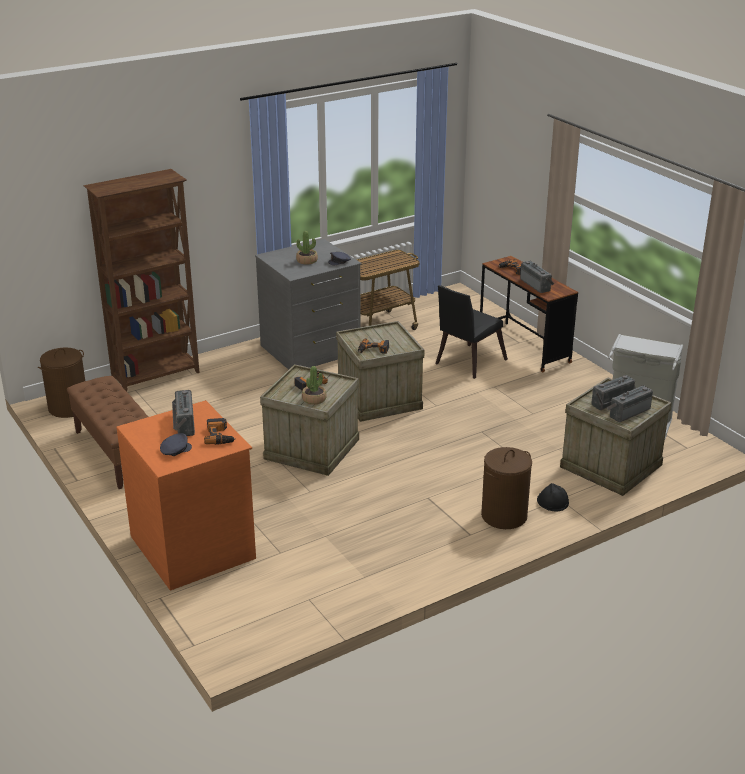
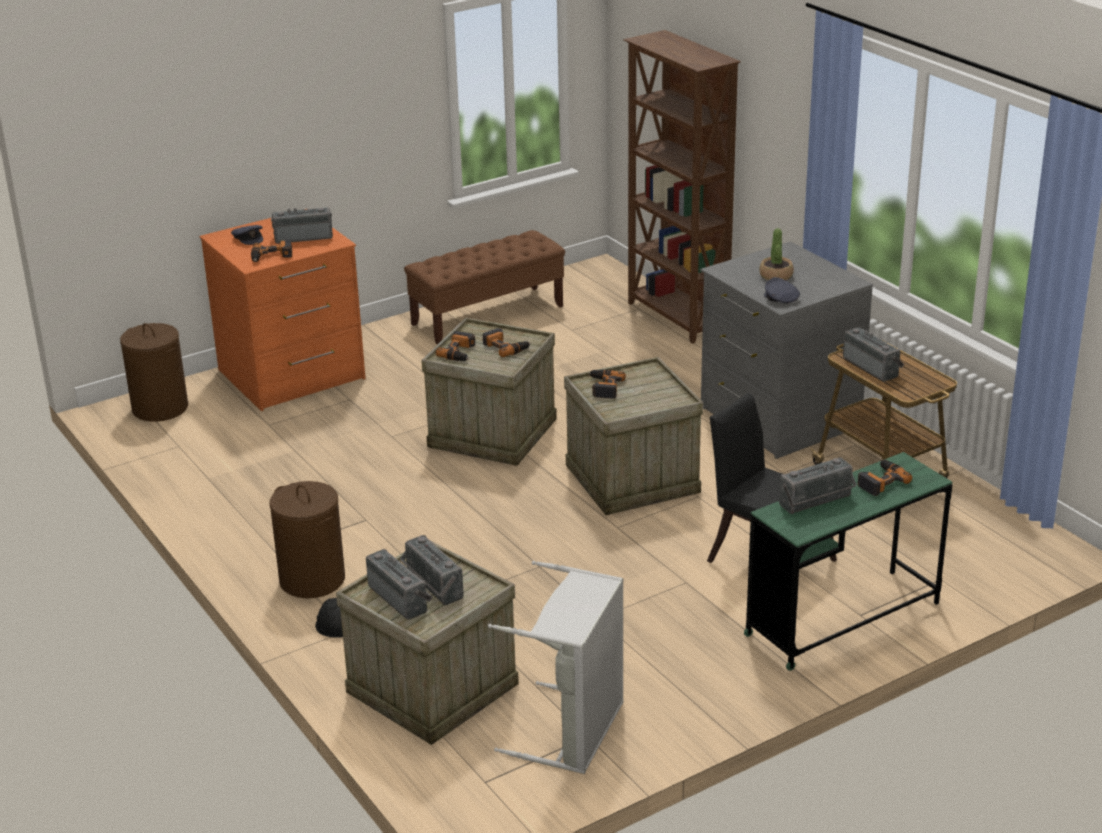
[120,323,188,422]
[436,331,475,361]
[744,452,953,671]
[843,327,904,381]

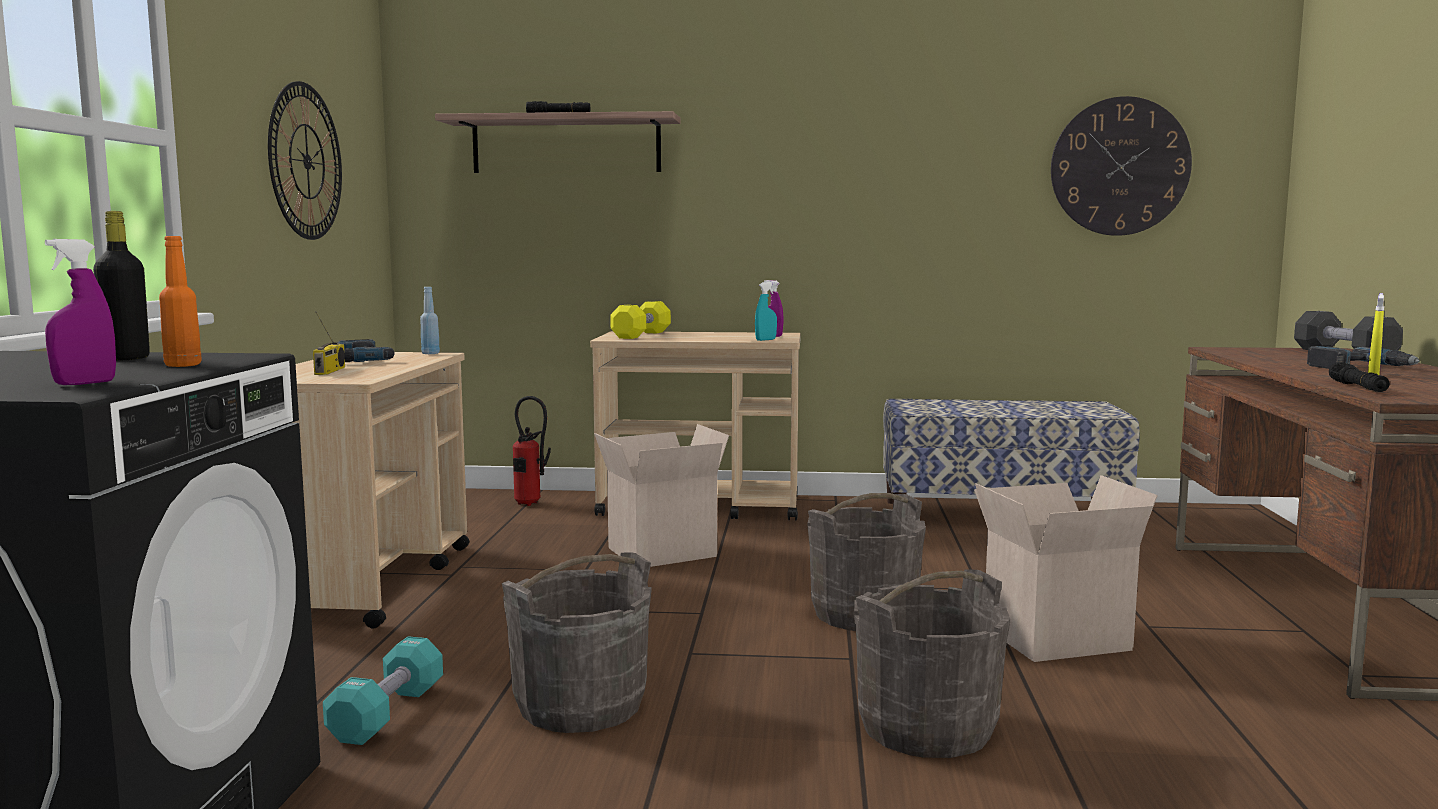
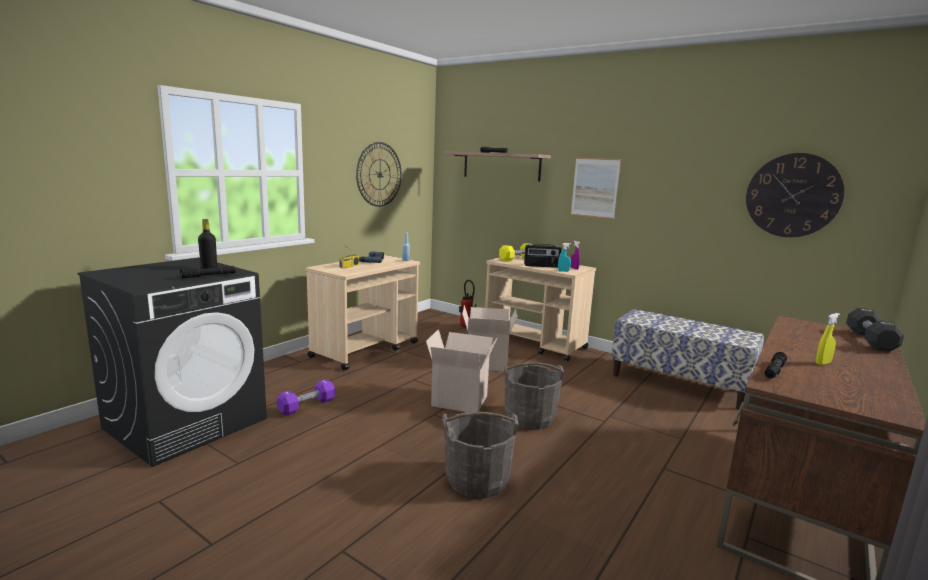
[180,266,235,278]
[277,379,335,416]
[426,329,498,413]
[524,244,561,268]
[571,158,621,219]
[45,239,116,385] (first image)
[502,552,651,733] (first image)
[1307,346,1420,369] (first image)

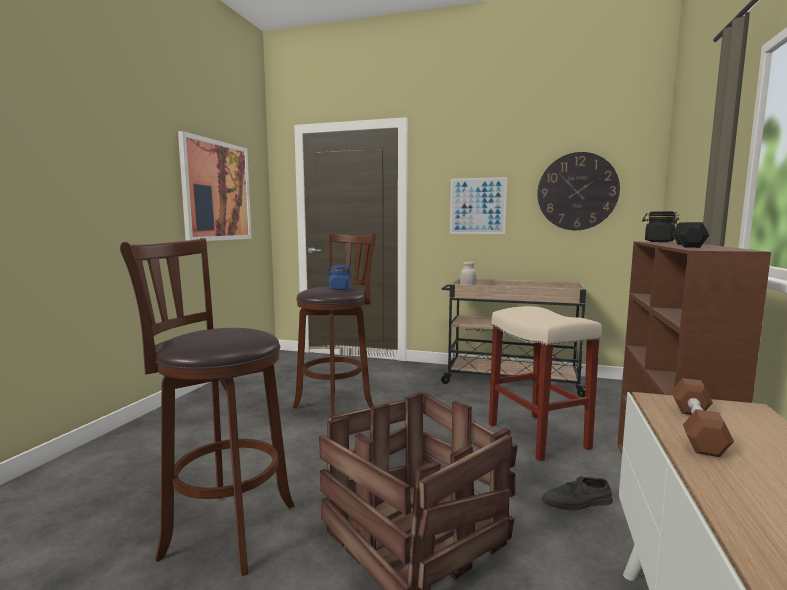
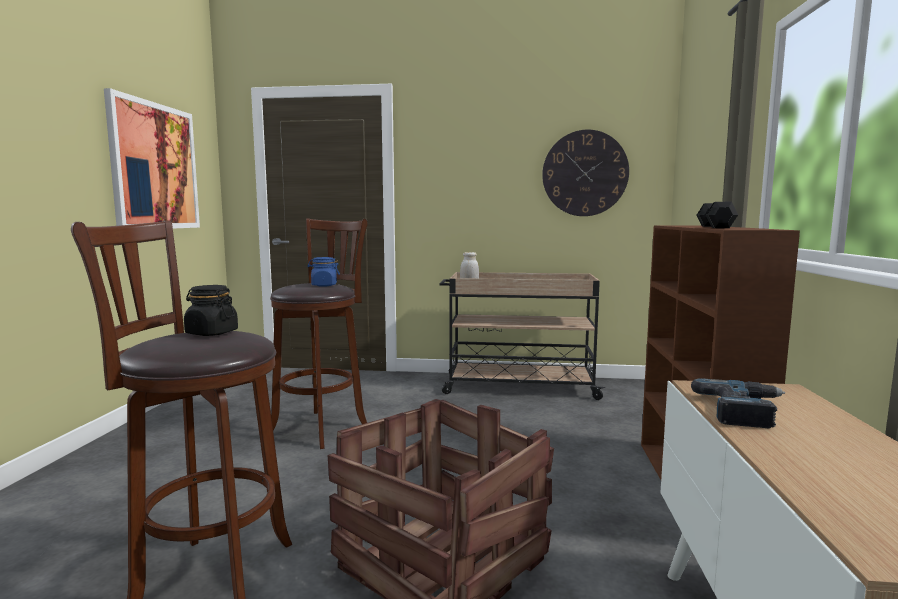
[184,285,238,336]
[691,378,785,428]
[450,177,507,234] (first image)
[489,306,602,461] (first image)
[542,476,613,511] (first image)

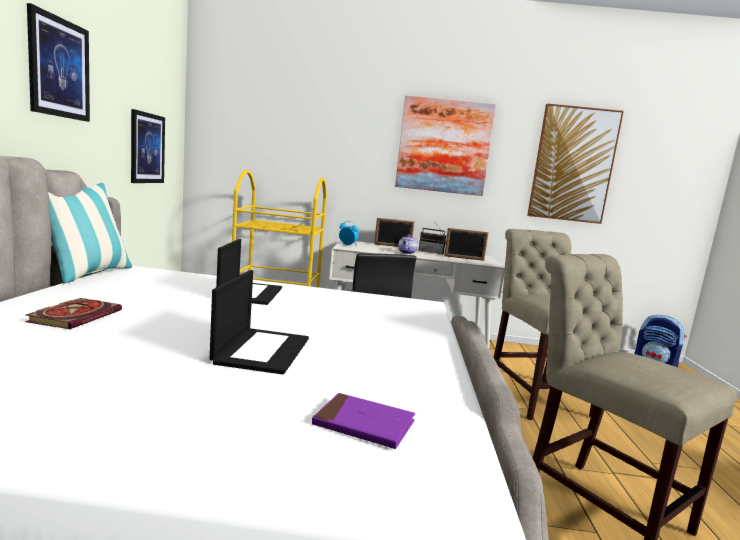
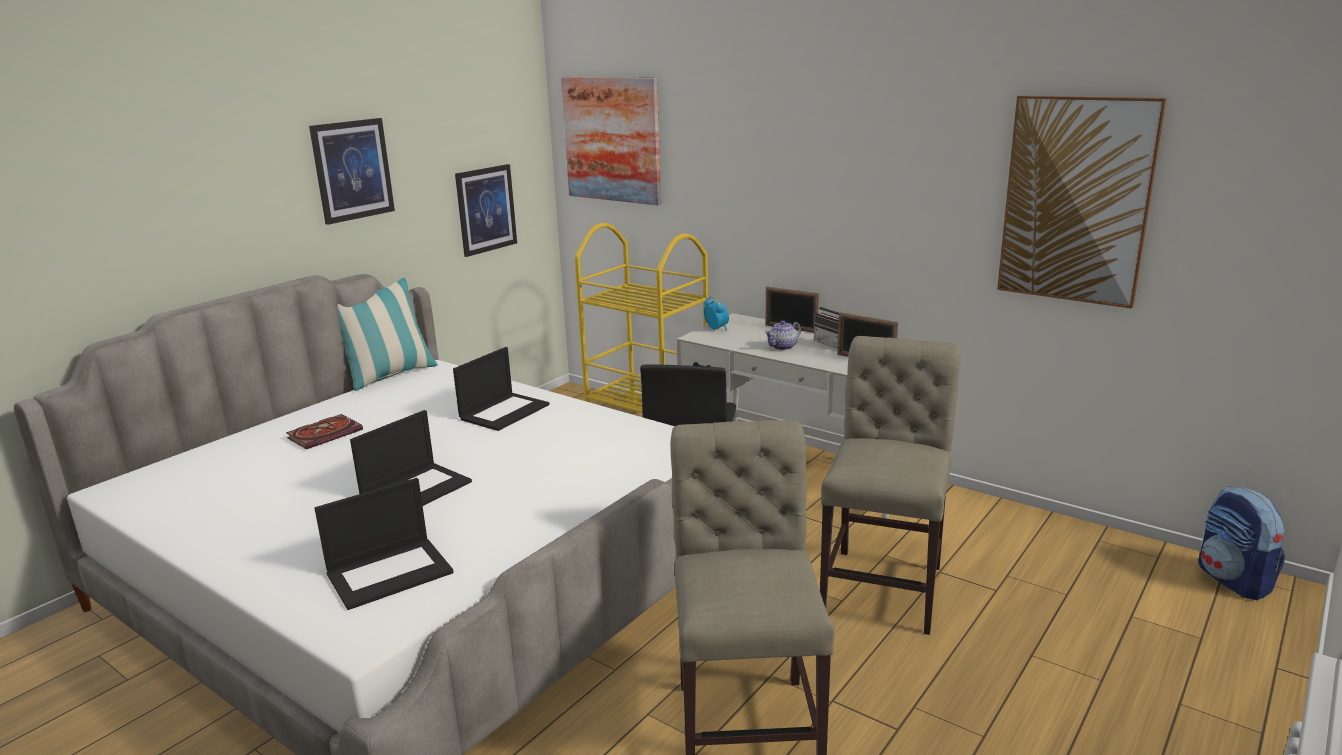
[315,478,454,610]
[561,77,661,205]

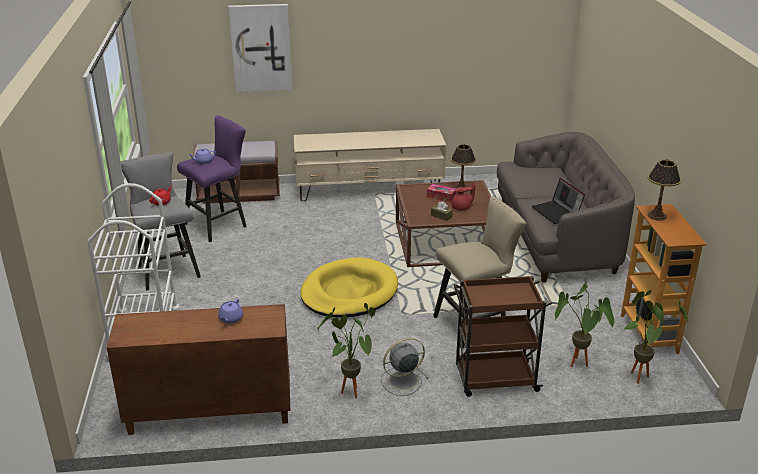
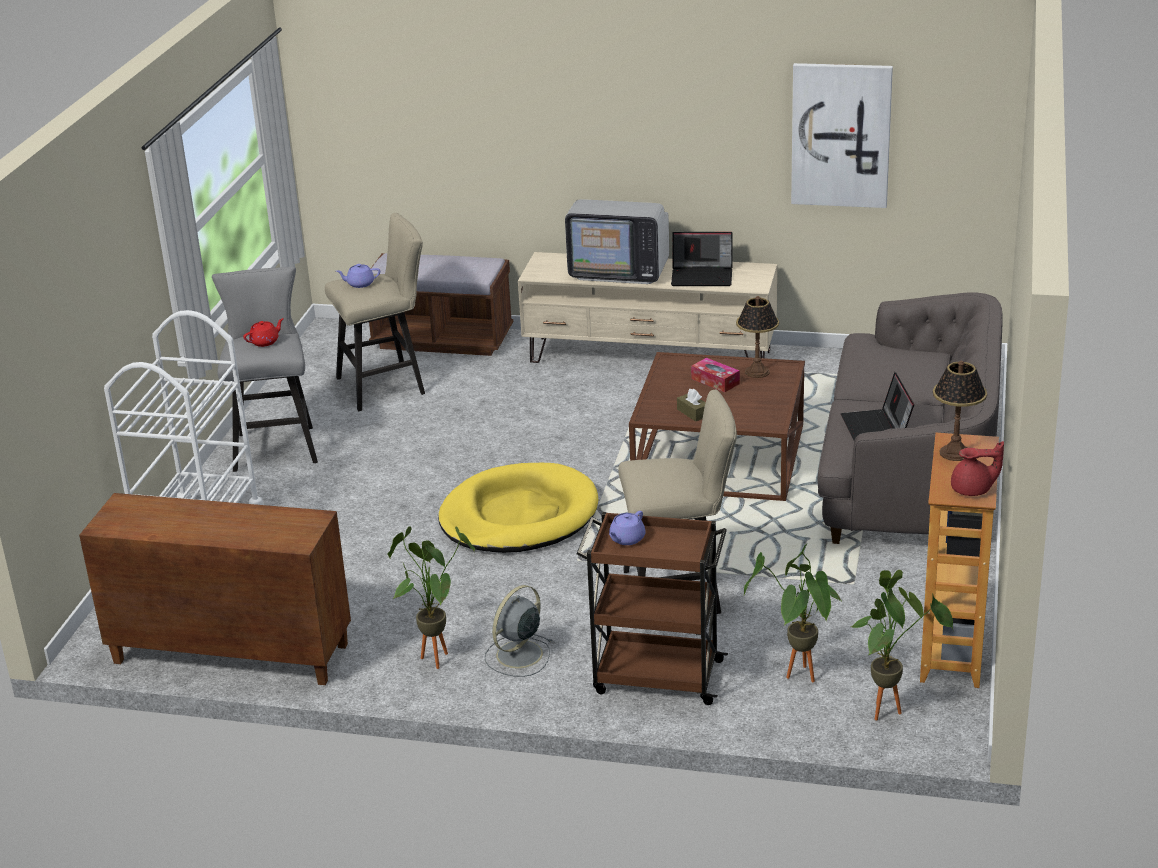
[325,213,425,411]
[485,585,552,677]
[565,199,669,284]
[609,511,645,545]
[671,232,732,286]
[791,63,893,208]
[951,441,1004,496]

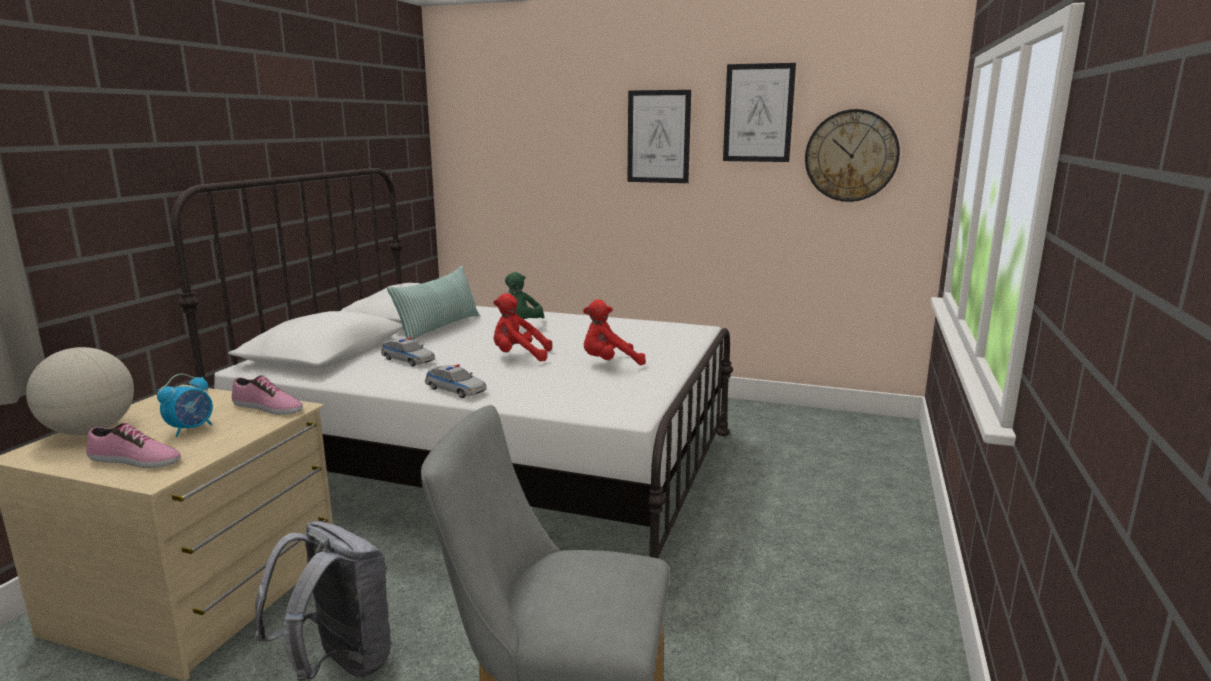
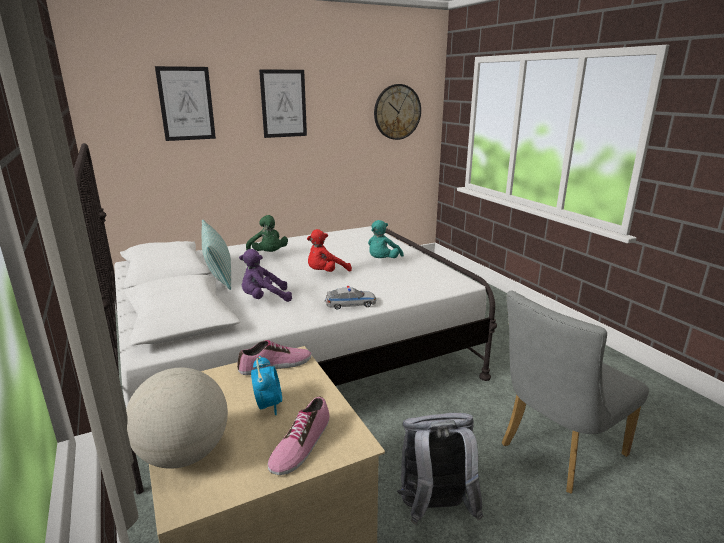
[155,66,216,141]
[239,249,292,302]
[268,396,329,475]
[368,220,404,258]

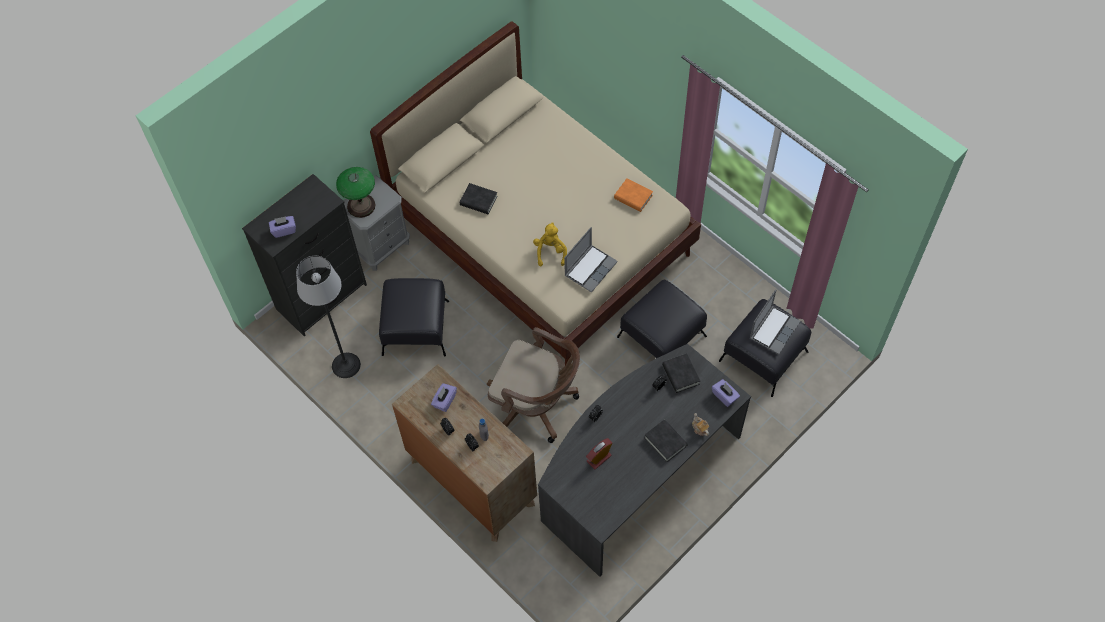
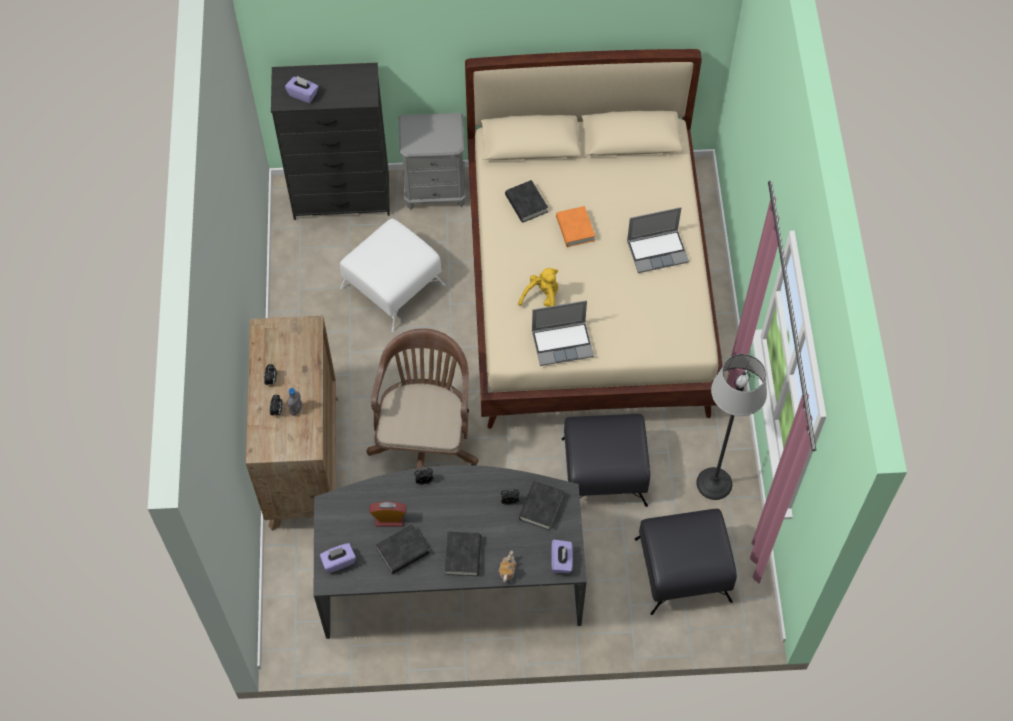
[320,543,356,573]
[340,218,446,332]
[367,328,479,468]
[376,524,429,574]
[556,206,595,247]
[627,207,689,273]
[696,354,767,500]
[336,167,375,218] (first image)

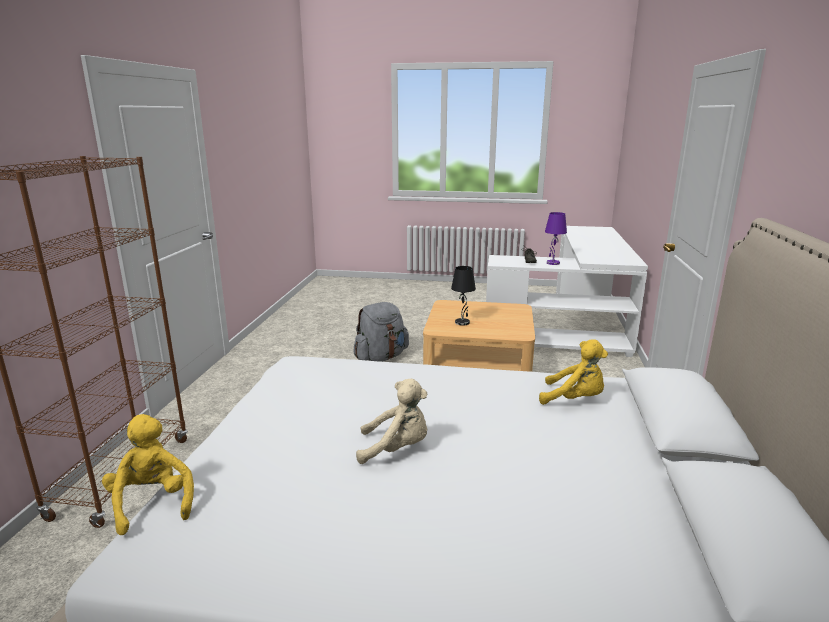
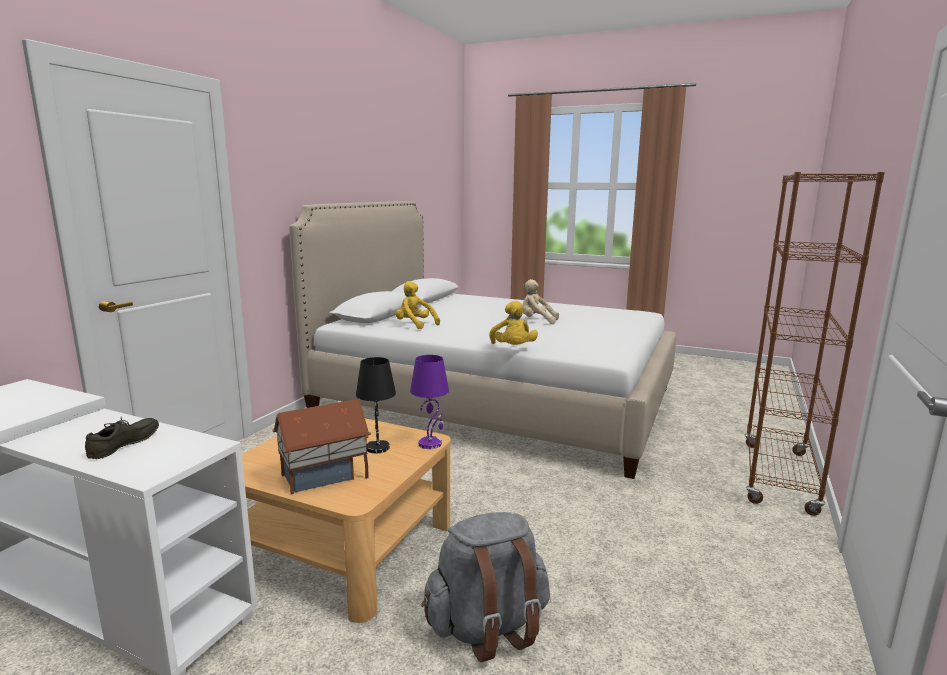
[273,399,371,494]
[410,355,449,449]
[489,301,538,345]

